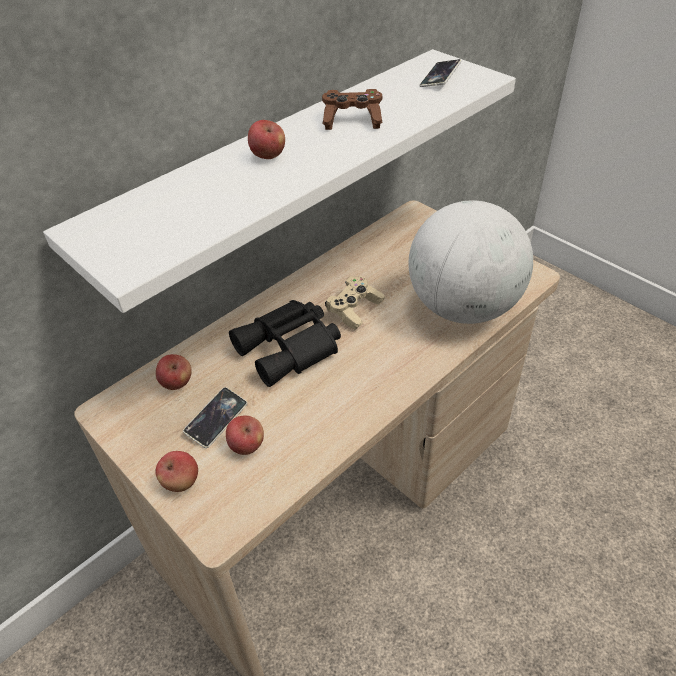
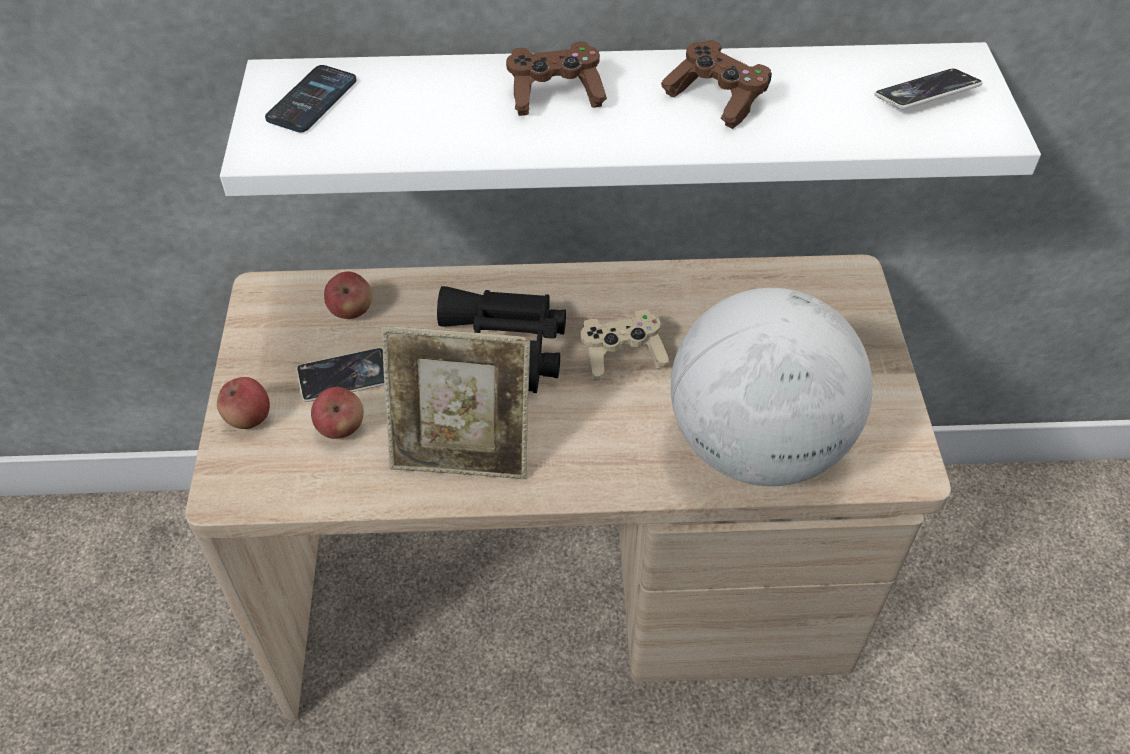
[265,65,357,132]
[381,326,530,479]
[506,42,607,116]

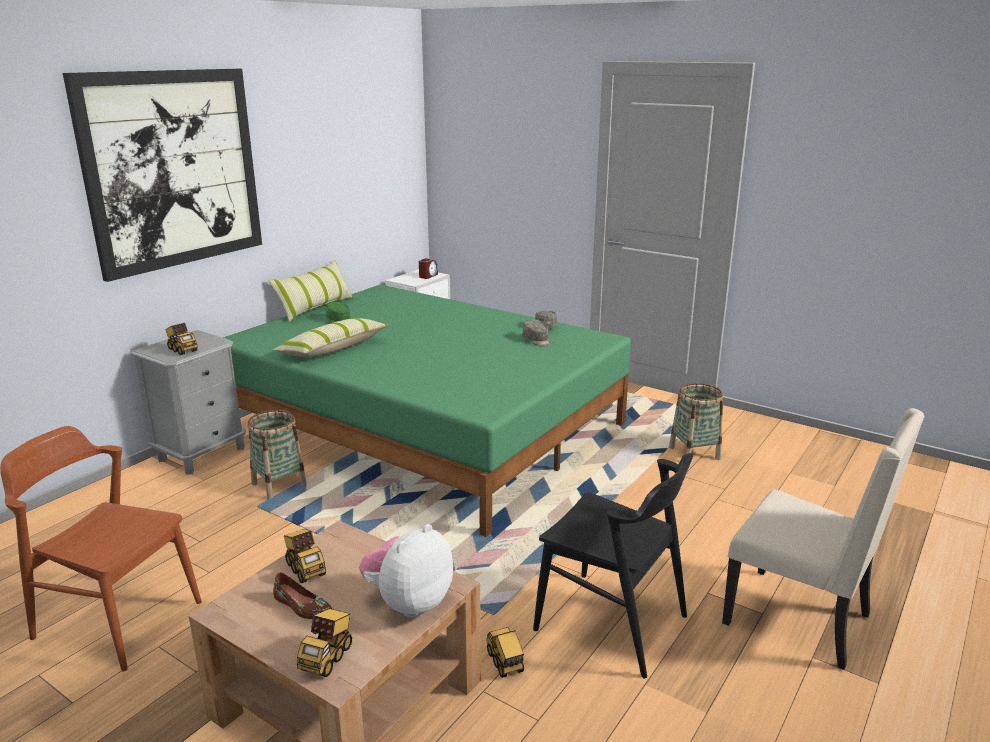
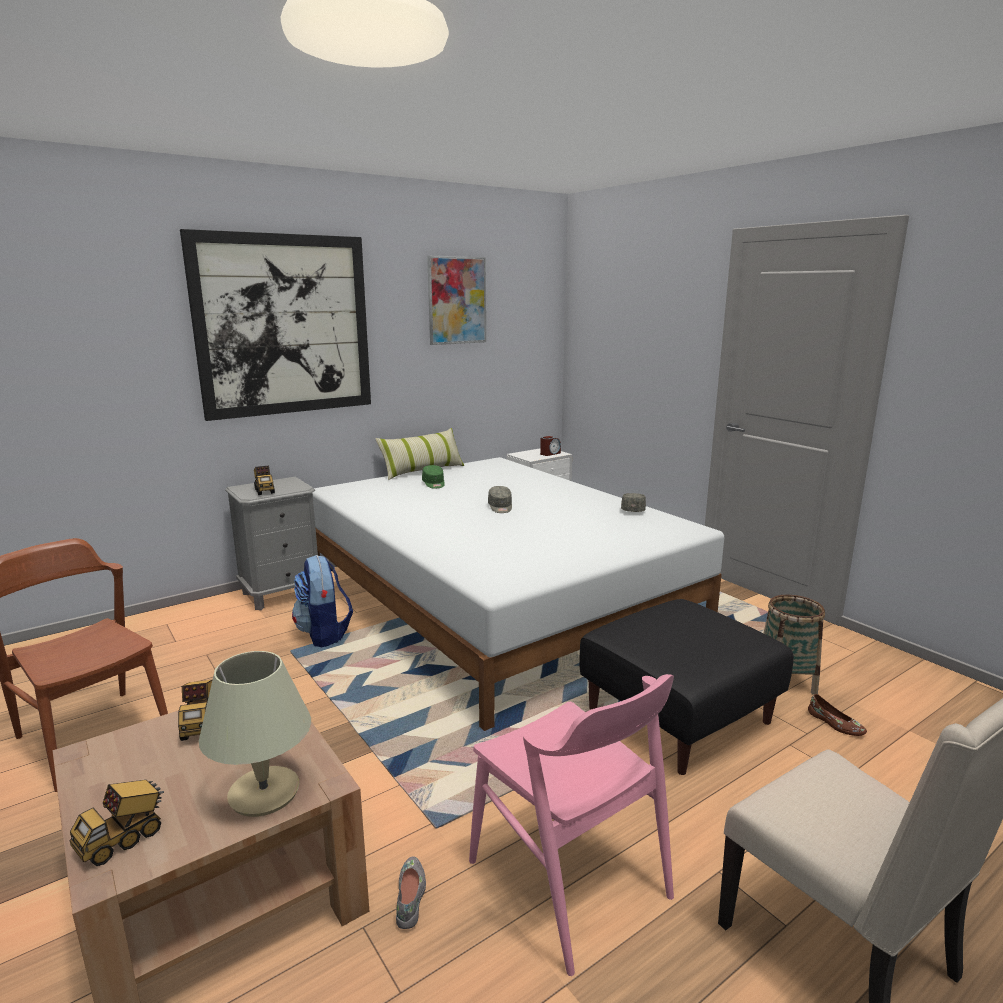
[199,651,311,817]
[292,555,353,647]
[312,457,724,731]
[396,856,426,929]
[427,256,486,345]
[469,674,674,976]
[488,486,512,513]
[579,599,794,775]
[808,694,867,736]
[273,318,388,357] (first image)

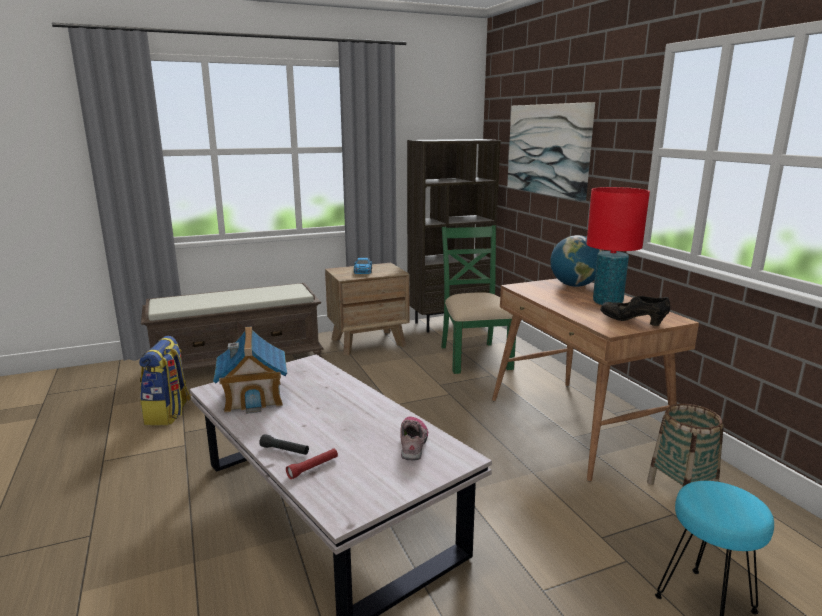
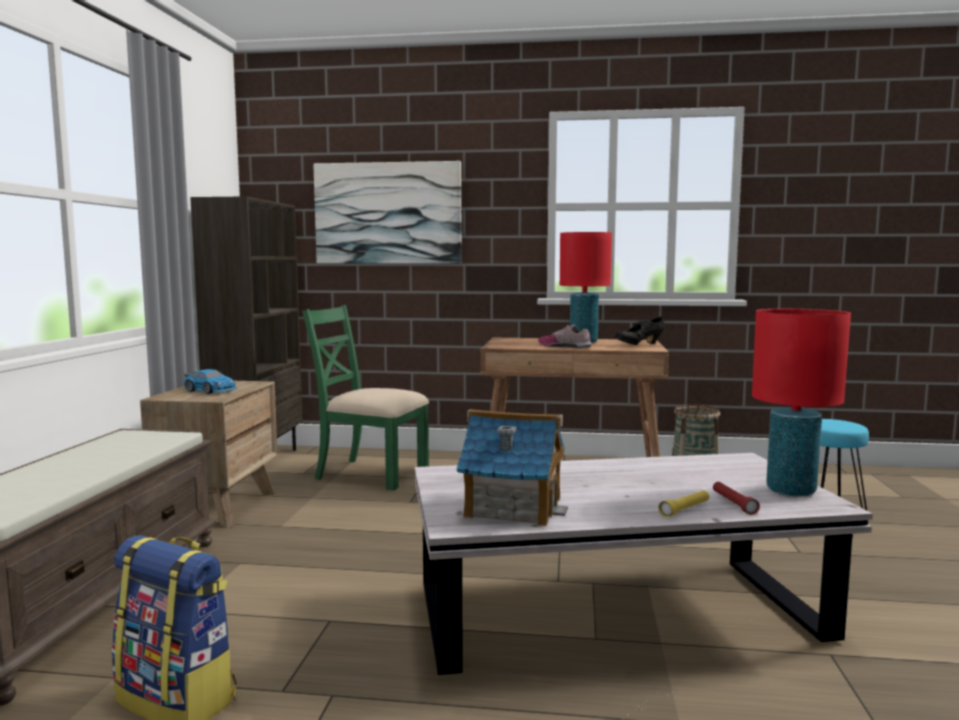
[538,325,592,348]
[658,490,709,517]
[752,309,851,497]
[550,235,602,287] (first image)

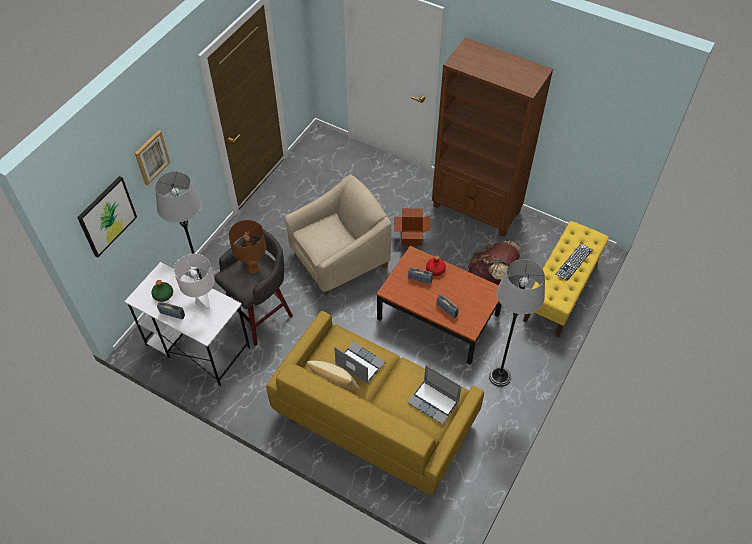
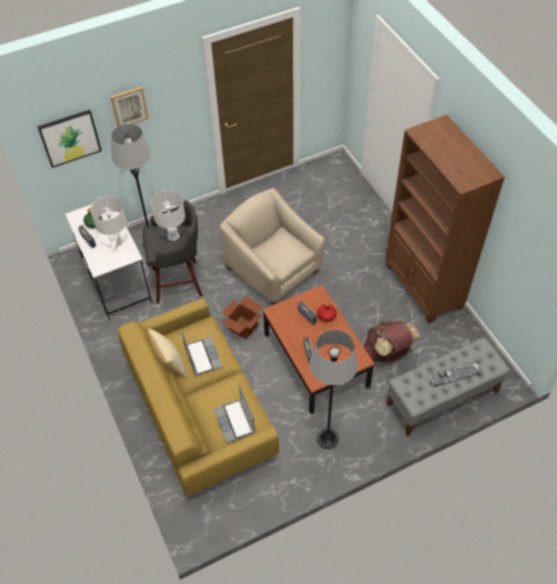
[151,190,185,241]
[219,188,325,305]
[222,296,262,339]
[386,337,510,436]

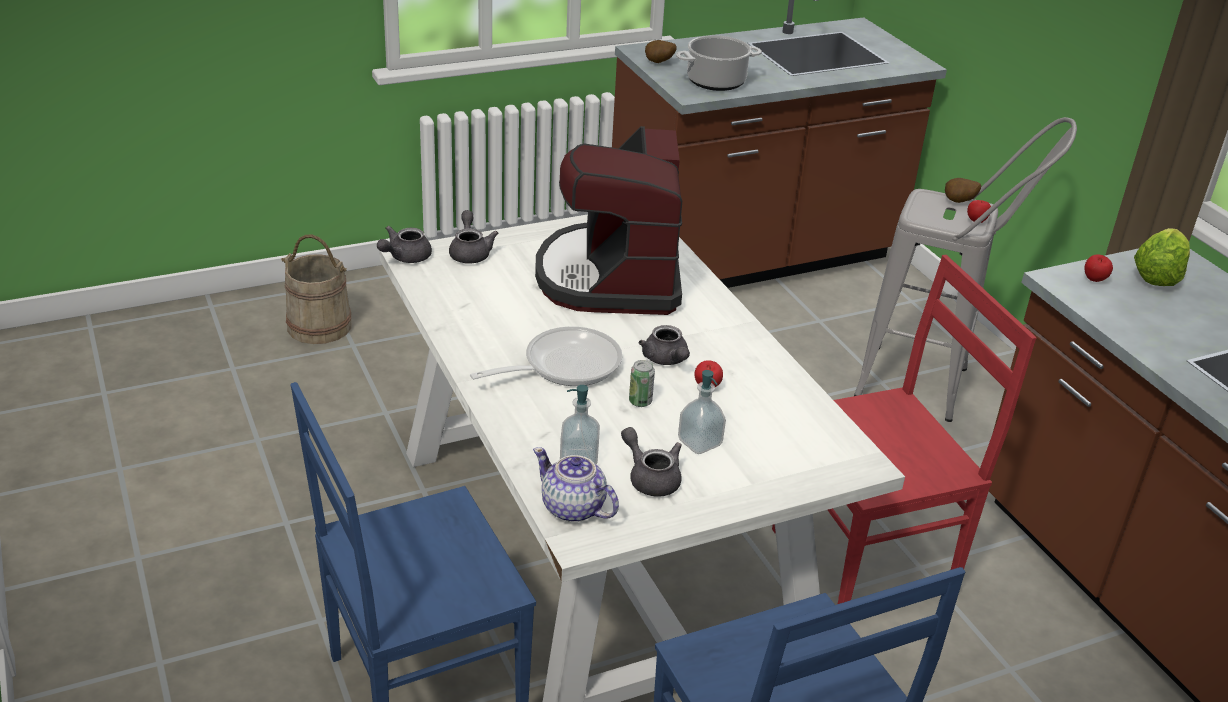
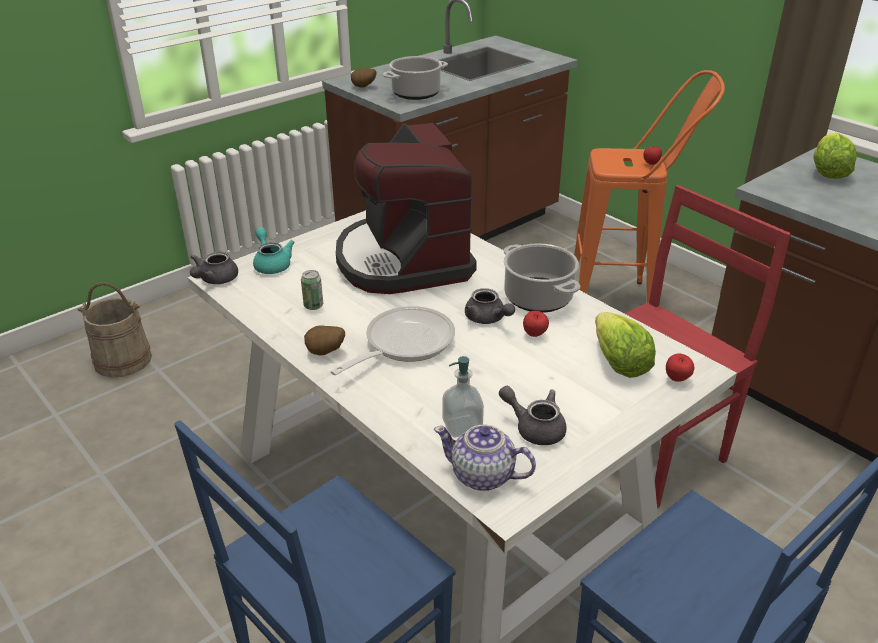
[253,227,294,274]
[301,270,323,310]
[304,325,345,355]
[504,243,580,313]
[574,70,725,303]
[595,312,656,378]
[666,353,694,382]
[678,370,726,454] (first image)

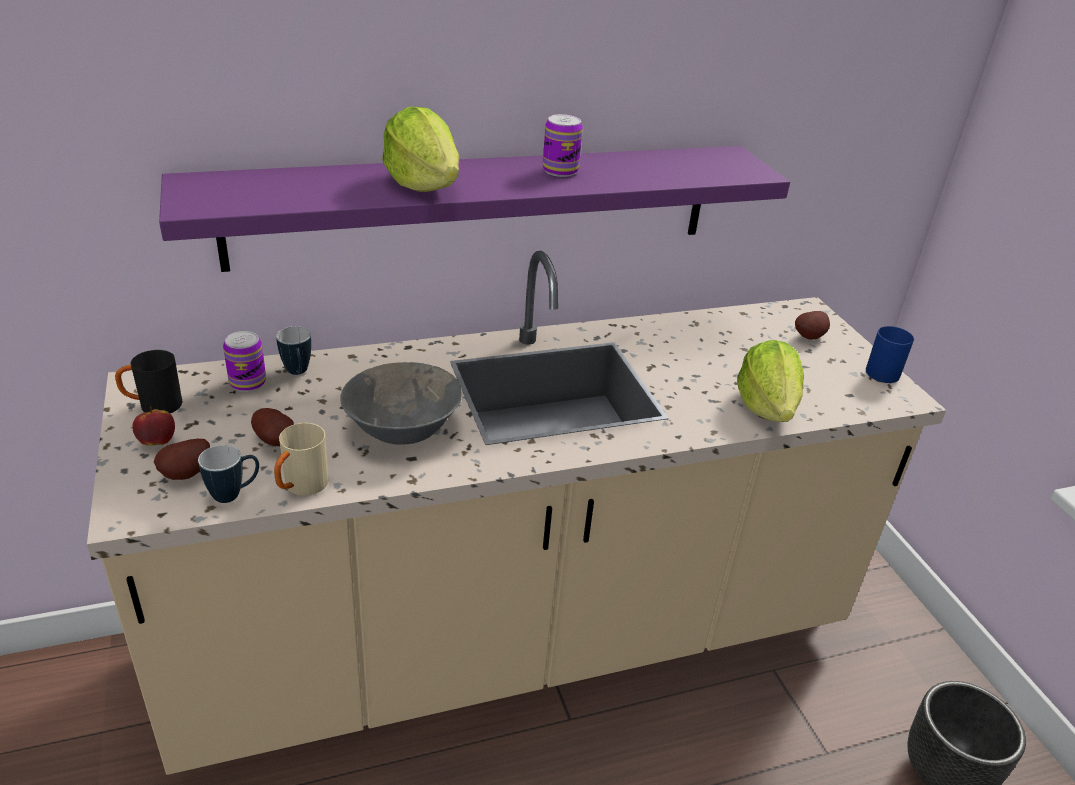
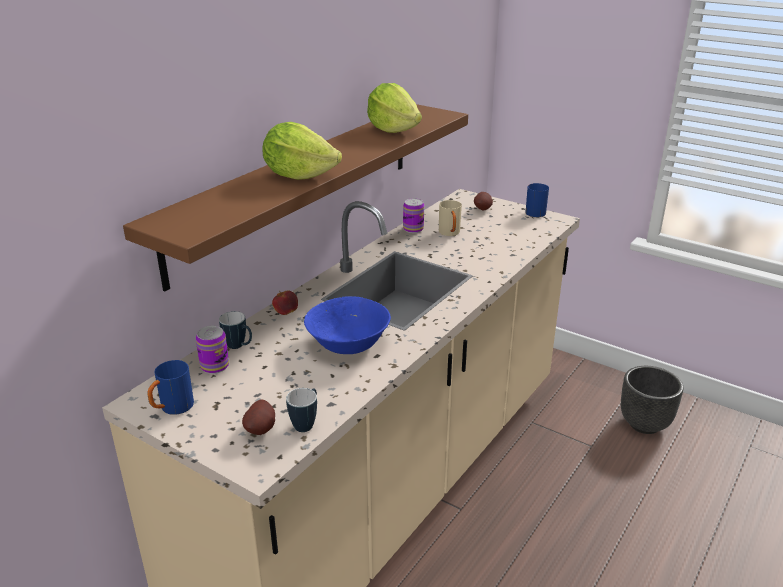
[123,104,468,291]
[147,360,194,415]
[272,290,298,315]
[304,296,391,354]
[367,83,422,133]
[403,198,424,233]
[439,200,462,236]
[251,408,294,446] (first image)

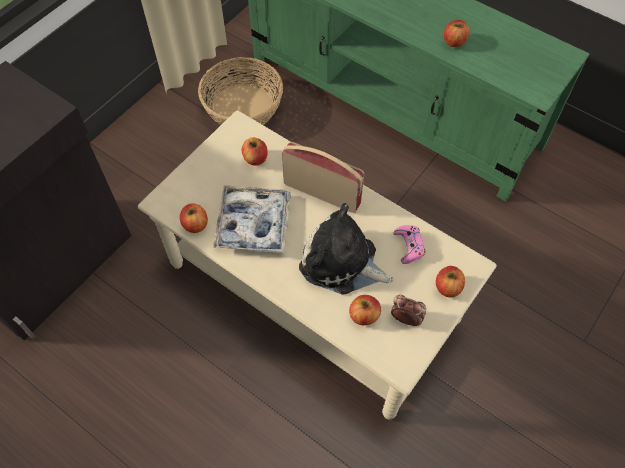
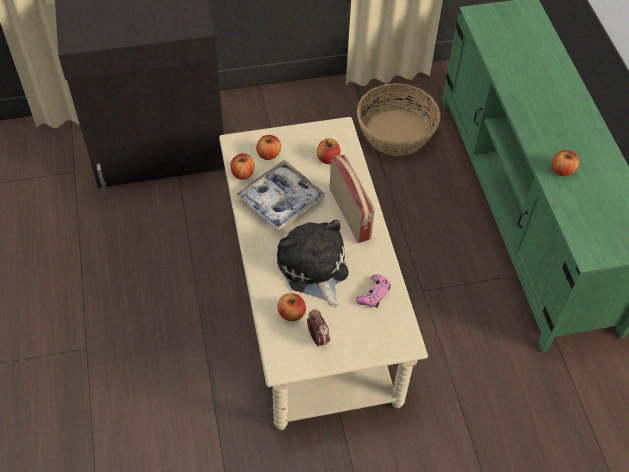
[256,135,281,160]

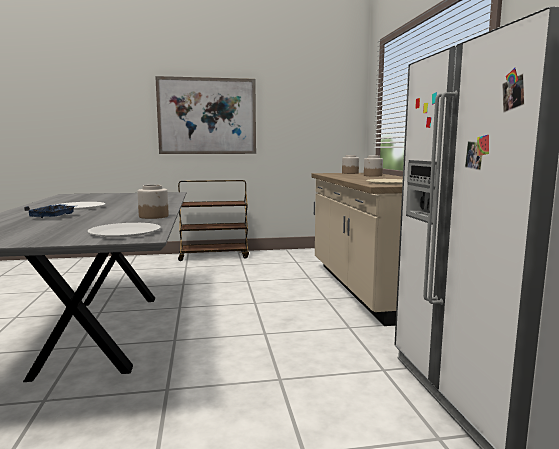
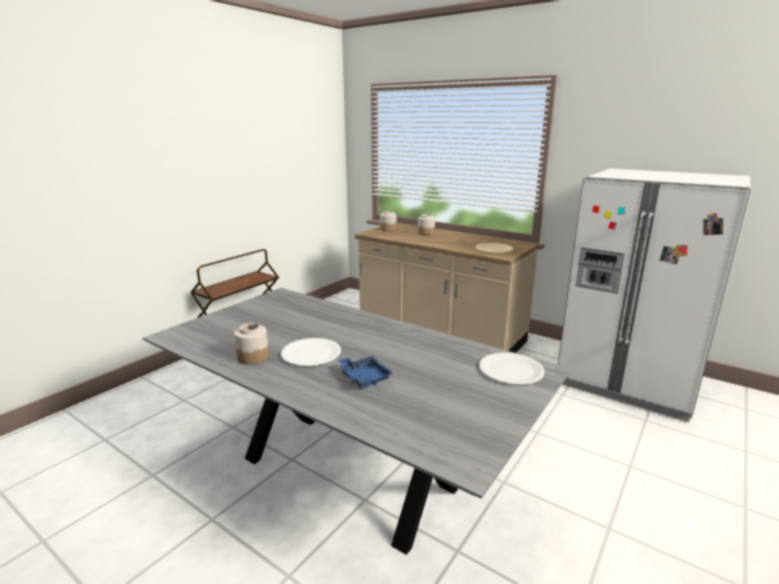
[234,323,269,364]
[155,76,256,154] (first image)

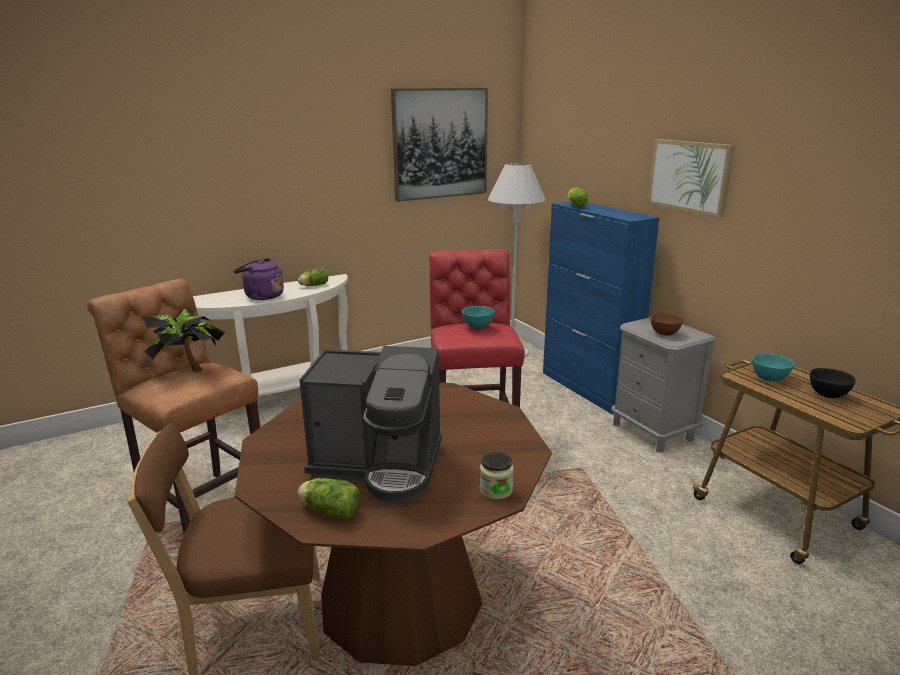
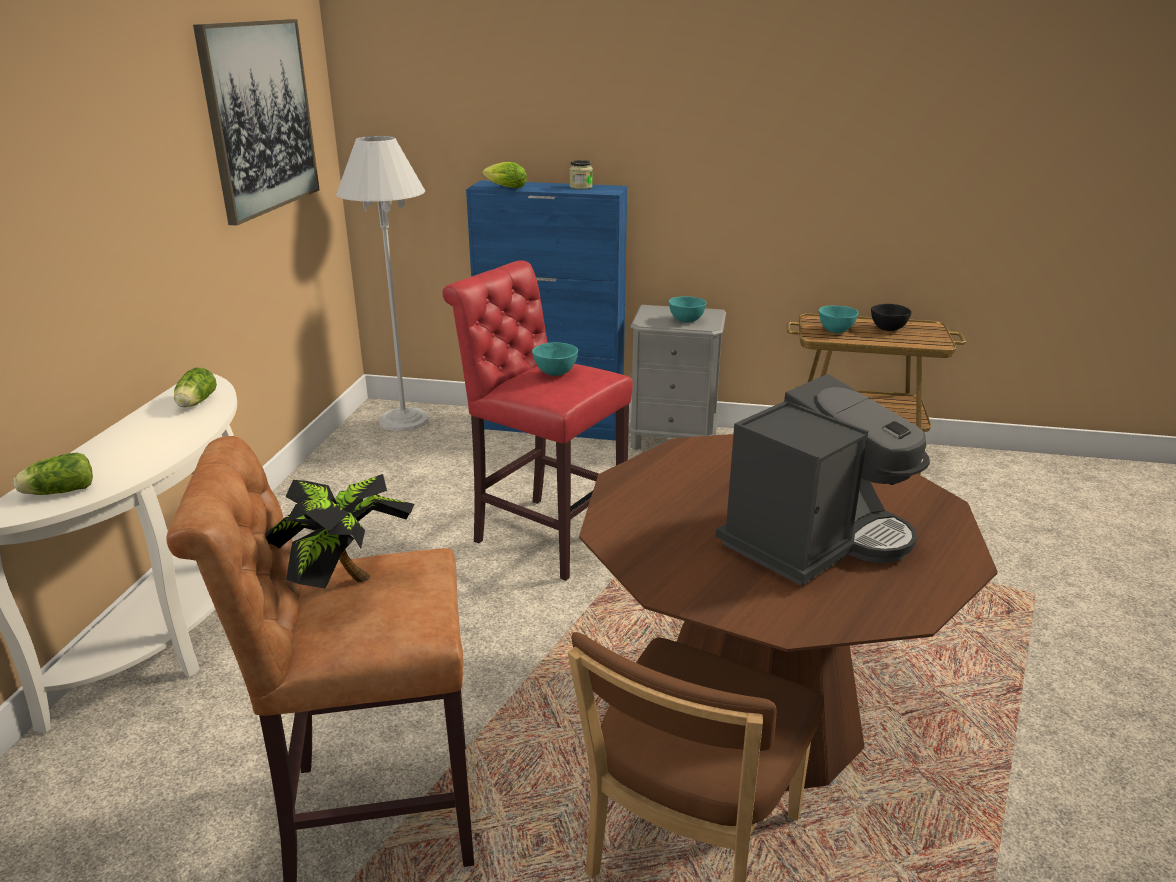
[14,453,93,495]
[570,160,593,189]
[669,296,706,323]
[233,258,284,300] (first image)
[648,139,735,218] (first image)

